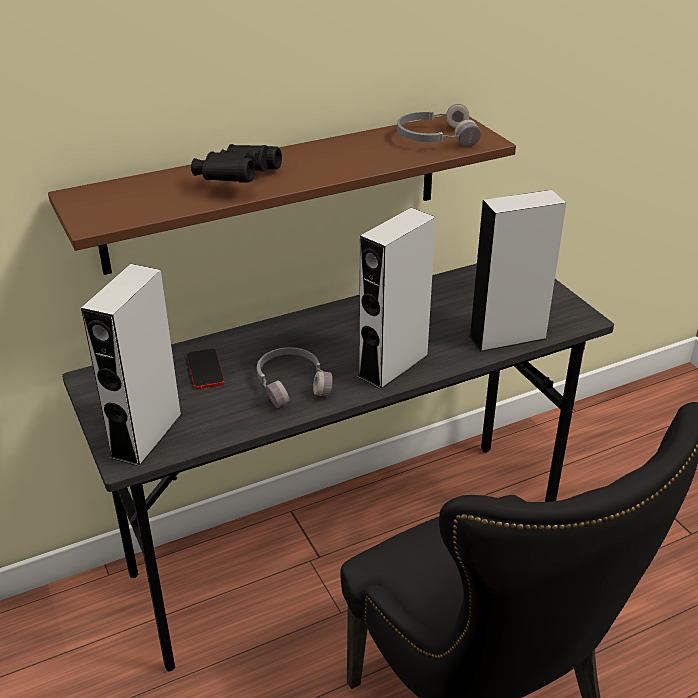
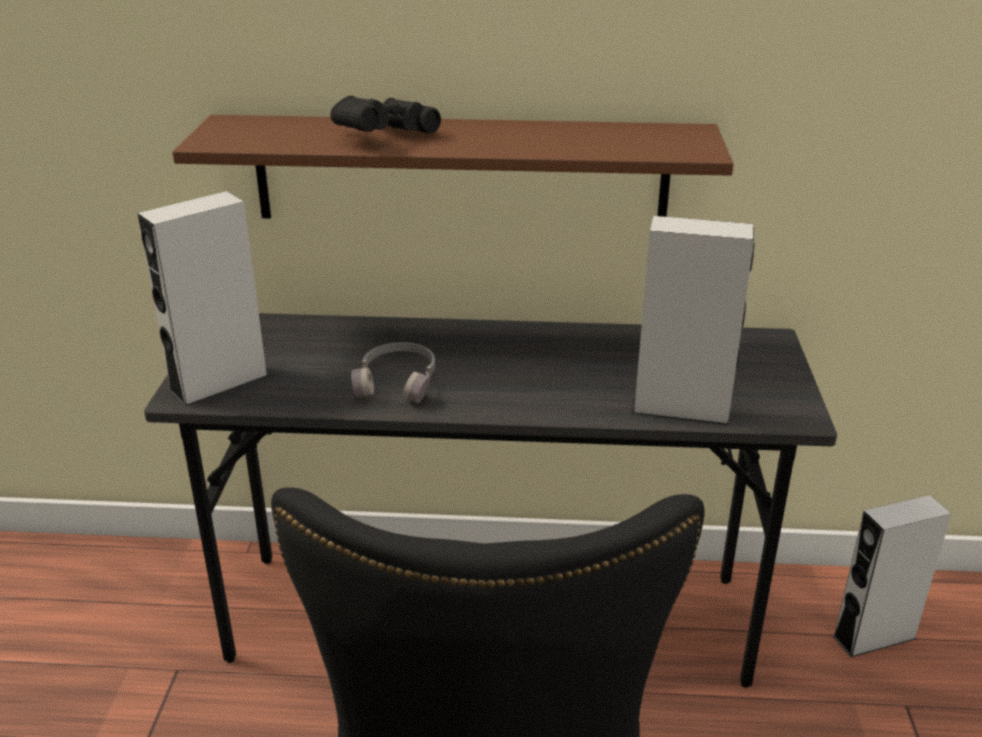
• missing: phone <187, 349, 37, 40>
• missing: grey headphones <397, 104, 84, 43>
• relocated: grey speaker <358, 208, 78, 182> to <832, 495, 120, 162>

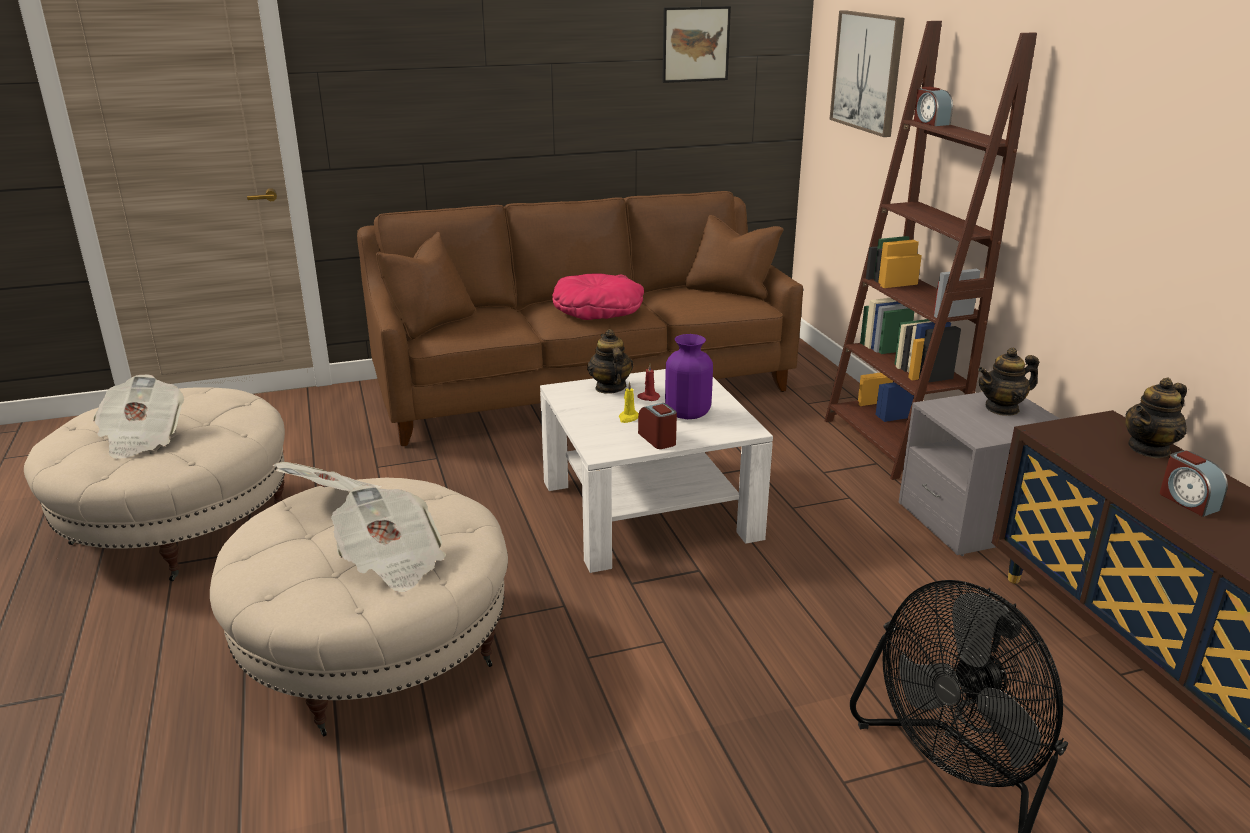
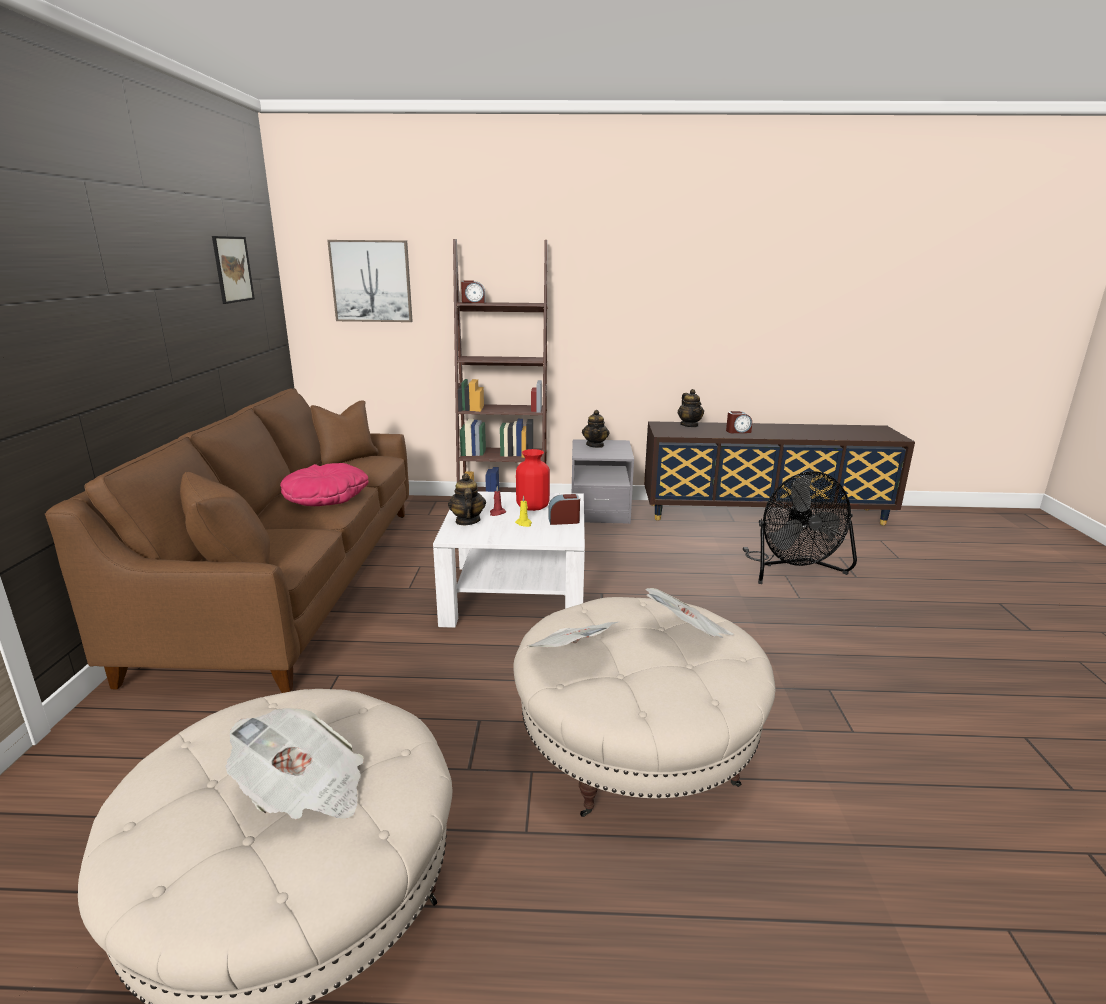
• colour: purple vase <665, 334, 48, 85> to red vase <516, 449, 34, 62>
• spun: teapot <587, 329, 46, 65> = <448, 473, 38, 52> 75 degrees clockwise

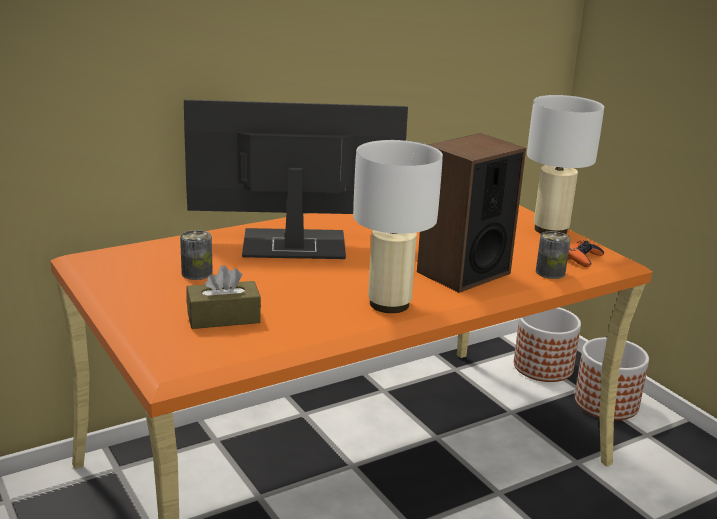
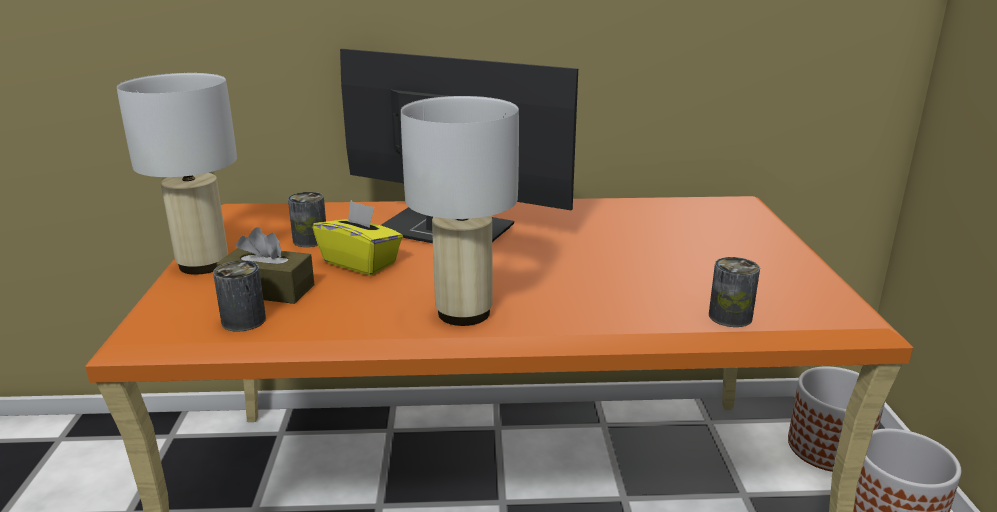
• missing: speaker <417, 133, 109, 160>
• missing: orange game controller <568, 240, 36, 27>
• appeared: can <213, 260, 53, 72>
• appeared: yellow tissue box <313, 200, 90, 75>
• relocated: white table lamp <527, 95, 77, 139> to <117, 73, 120, 202>

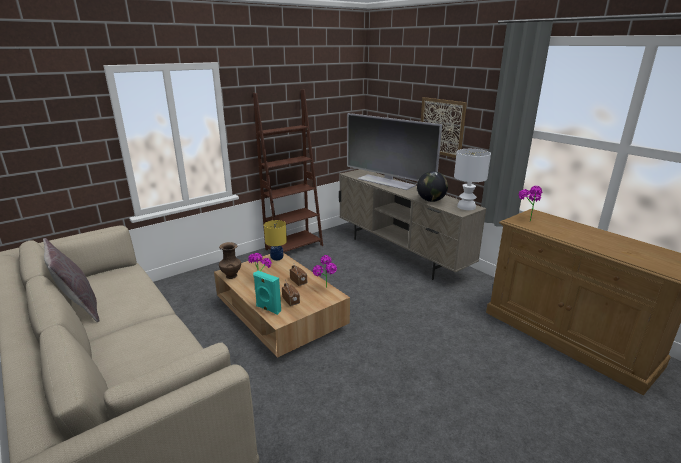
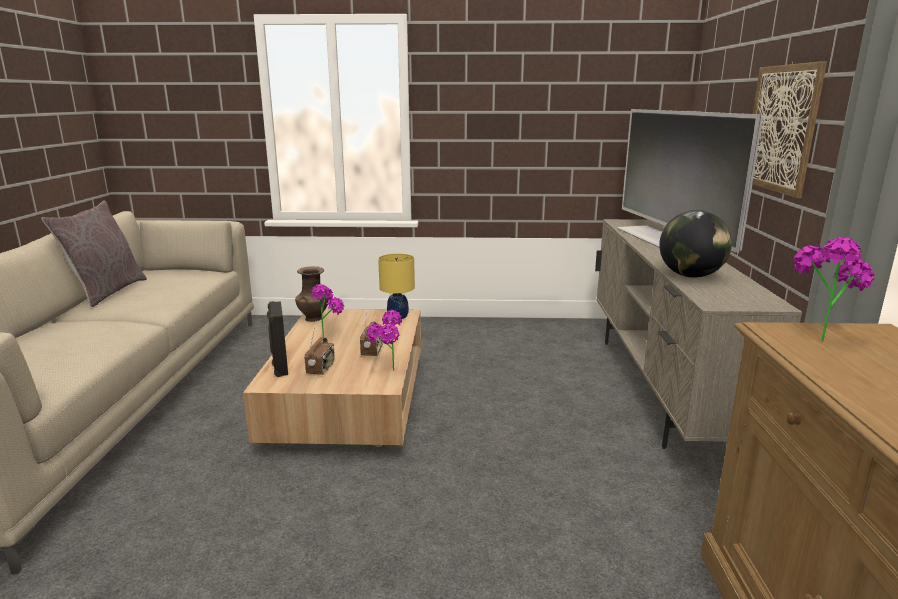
• missing: brown bookcase <253, 89, 70, 164>
• missing: white table lamp <454, 149, 37, 61>
• colour: turquoise speaker <253, 271, 28, 44> to black speaker <267, 301, 21, 76>

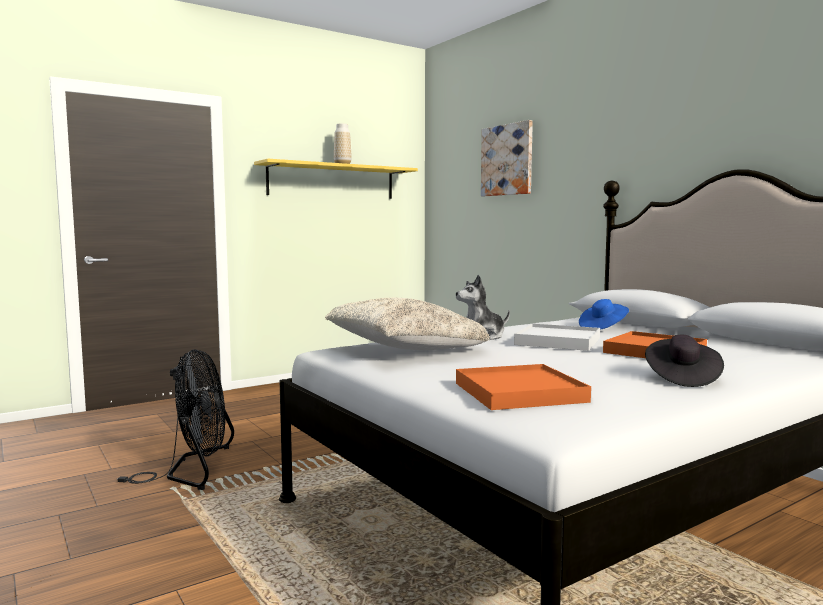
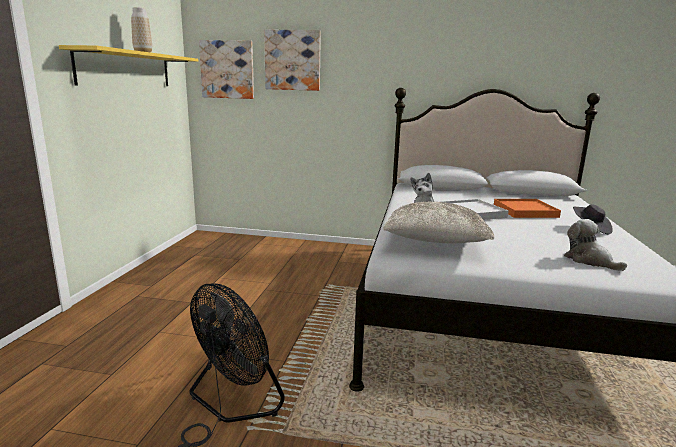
• missing: blue hat <579, 299, 50, 31>
• appeared: picture <199, 40, 55, 59>
• exchanged: orange tray <456, 364, 135, 46> to plush toy <564, 219, 63, 52>

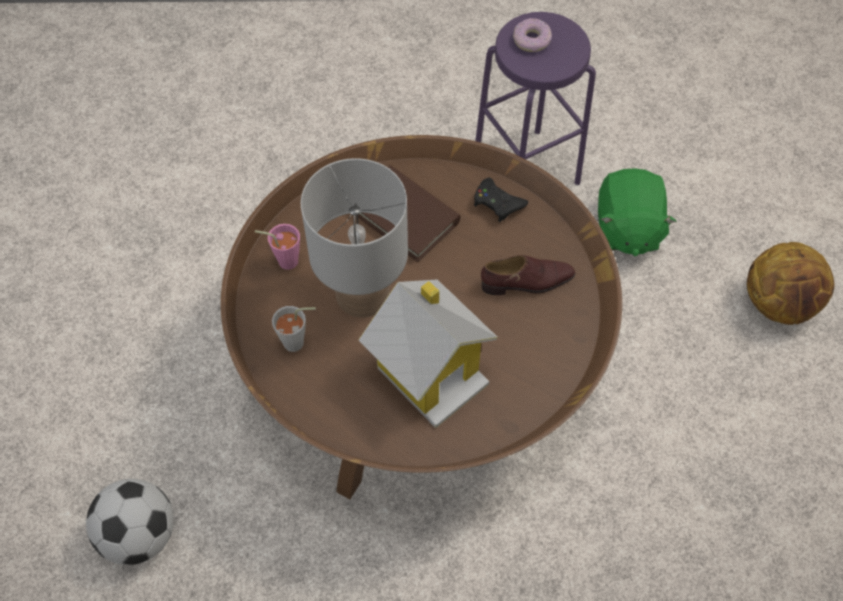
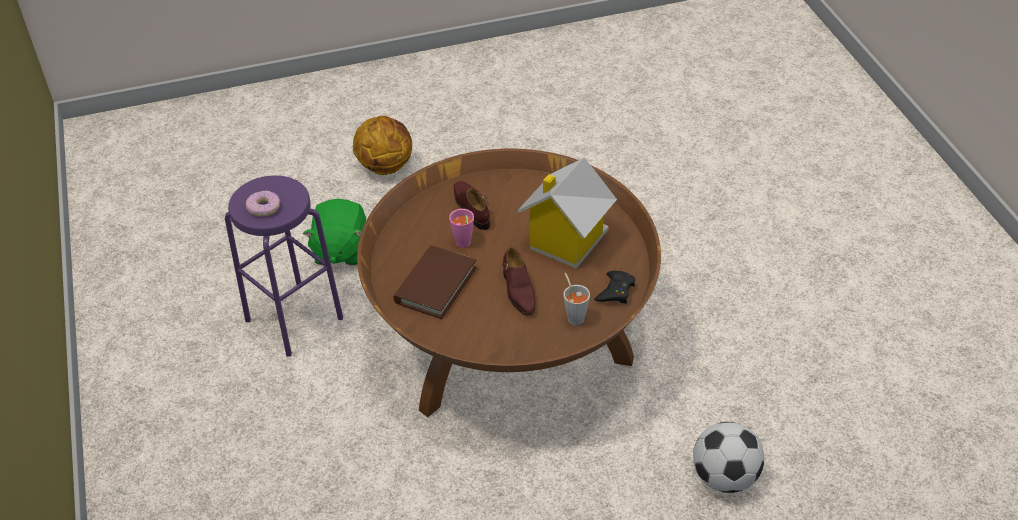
• relocated: pink cup <255, 224, 45, 46> to <449, 209, 25, 39>
• relocated: black game controller <474, 178, 54, 44> to <594, 271, 41, 33>
• exchanged: grey table lamp <301, 158, 107, 159> to brown shoe <502, 247, 34, 69>
• spun: green plush toy <598, 168, 79, 88> = <303, 199, 63, 66> 105 degrees clockwise

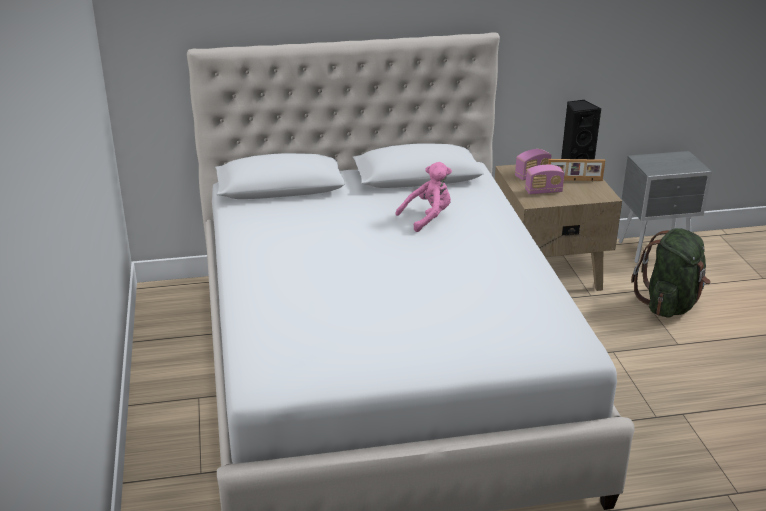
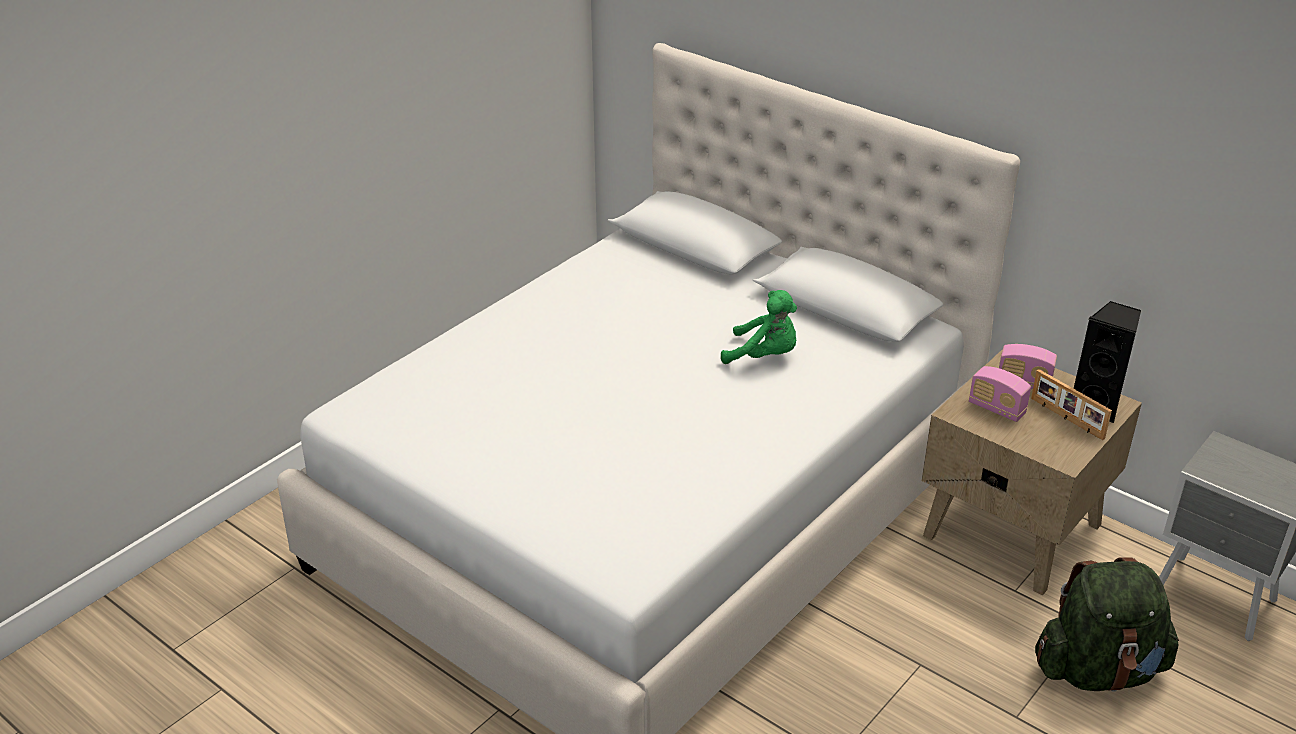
• colour: pink plush toy <396, 162, 56, 70> to green plush toy <721, 290, 76, 74>

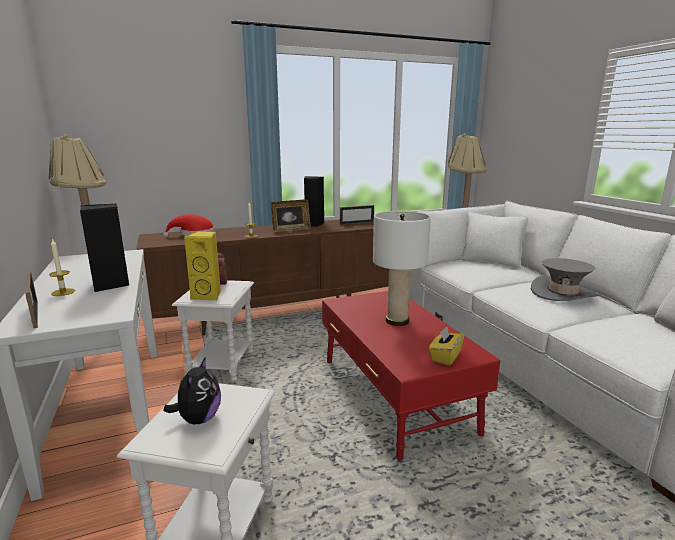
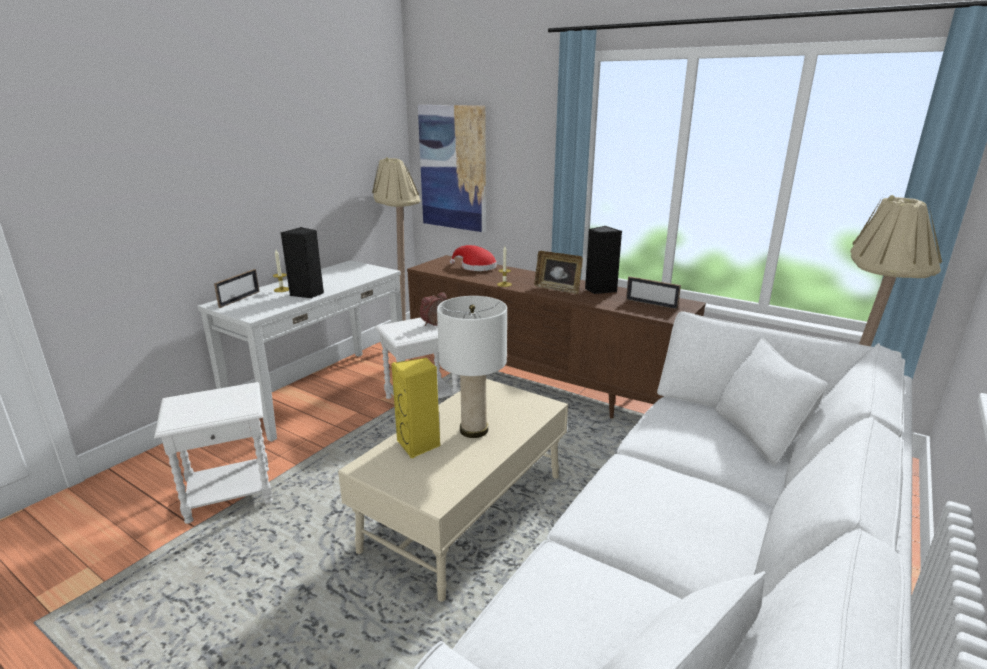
• missing: plush toy <163, 357, 58, 67>
• missing: yellow tissue box <429, 326, 35, 40>
• missing: grey hat <531, 258, 68, 43>
• appeared: picture <418, 105, 68, 127>
• relocated: yellow speaker <184, 231, 37, 69> to <391, 358, 50, 100>
• colour: red coffee table <322, 291, 179, 170> to beige coffee table <338, 379, 230, 223>

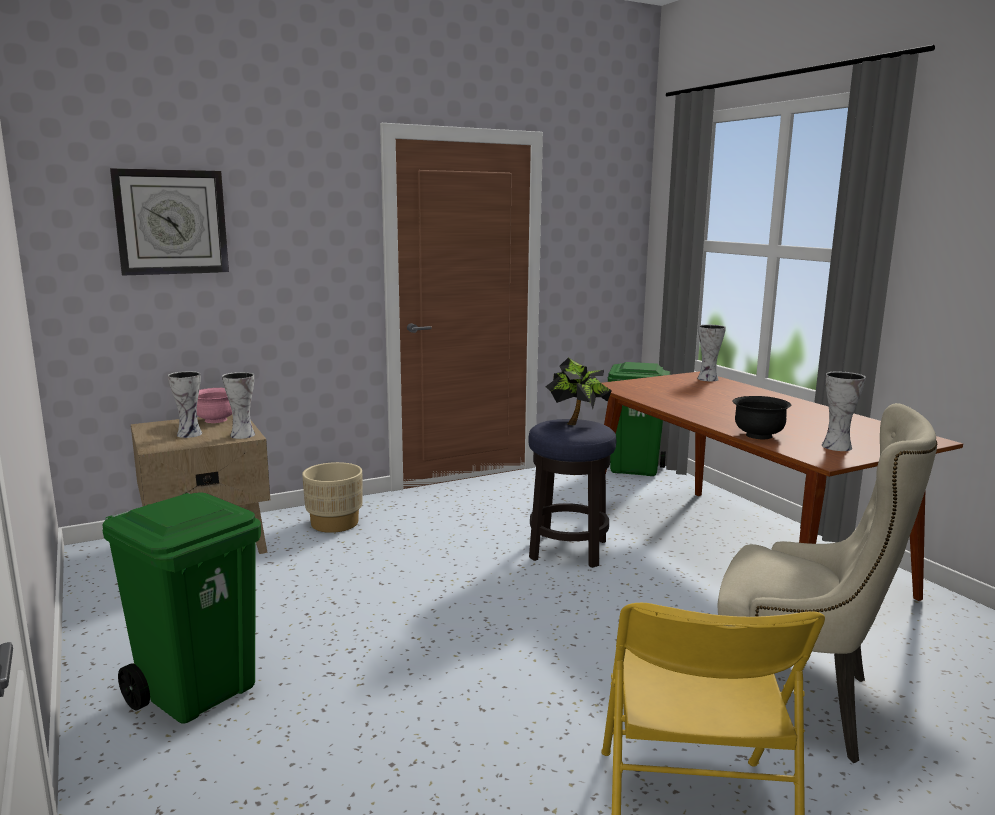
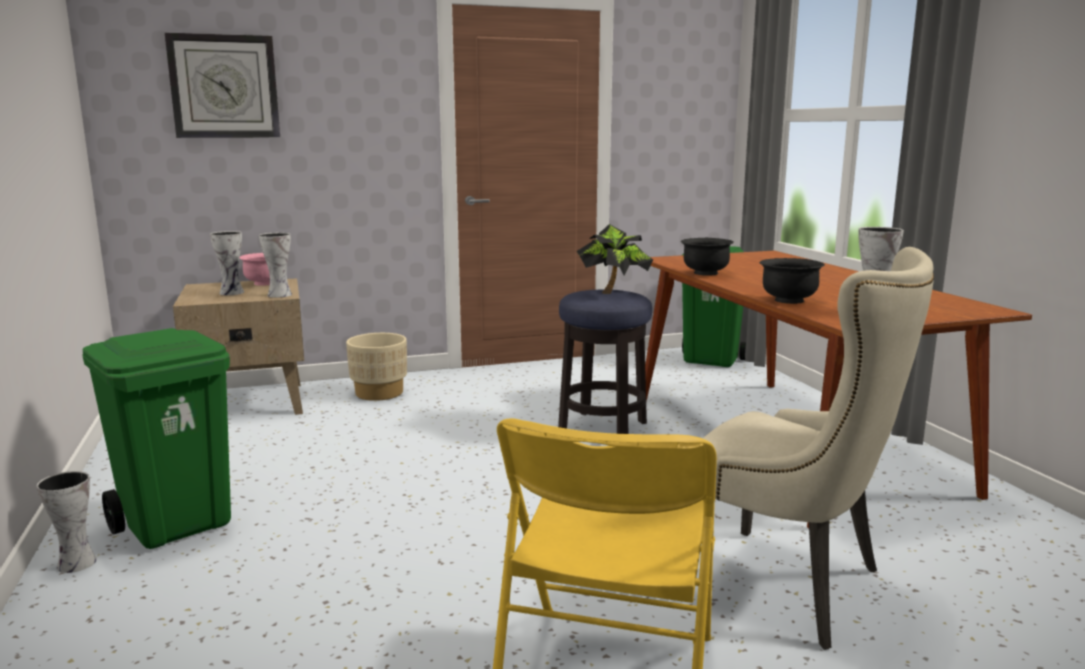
• appeared: black bowl <681, 238, 53, 38>
• relocated: vase <697, 325, 29, 56> to <37, 471, 60, 102>

